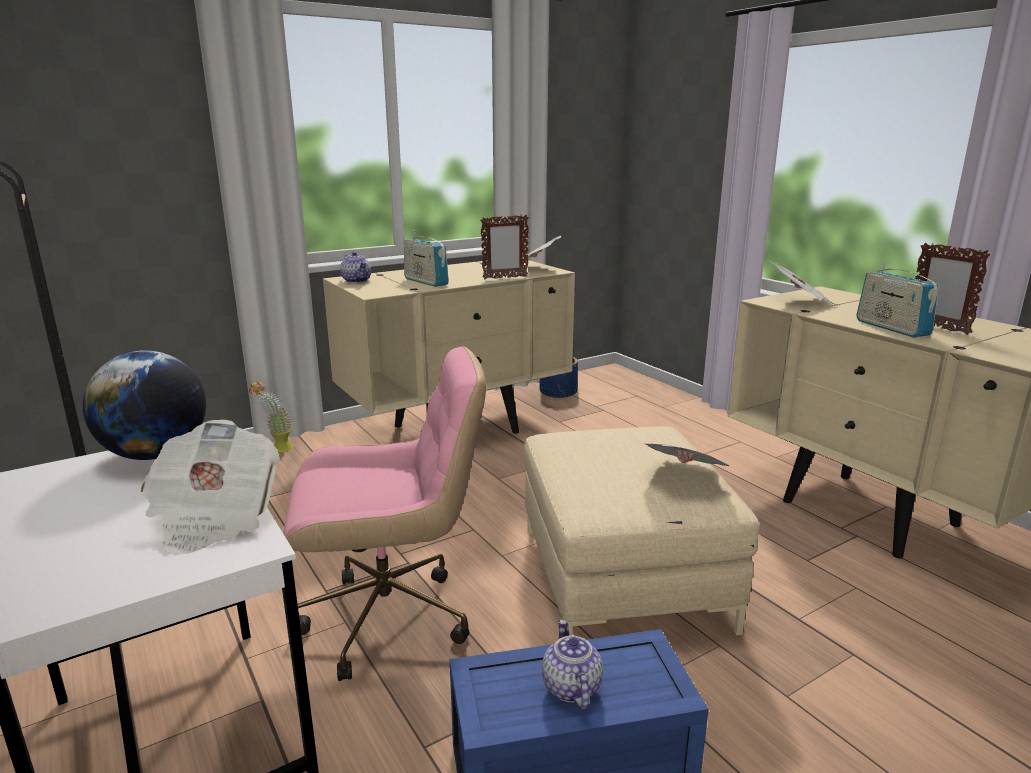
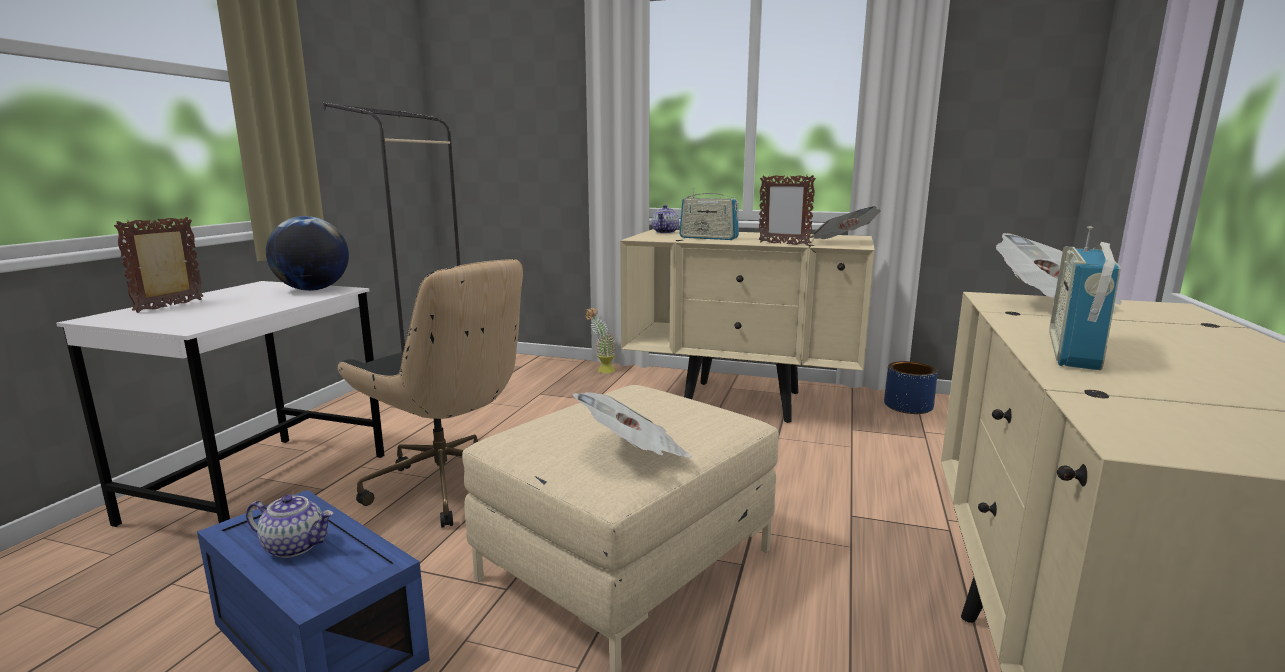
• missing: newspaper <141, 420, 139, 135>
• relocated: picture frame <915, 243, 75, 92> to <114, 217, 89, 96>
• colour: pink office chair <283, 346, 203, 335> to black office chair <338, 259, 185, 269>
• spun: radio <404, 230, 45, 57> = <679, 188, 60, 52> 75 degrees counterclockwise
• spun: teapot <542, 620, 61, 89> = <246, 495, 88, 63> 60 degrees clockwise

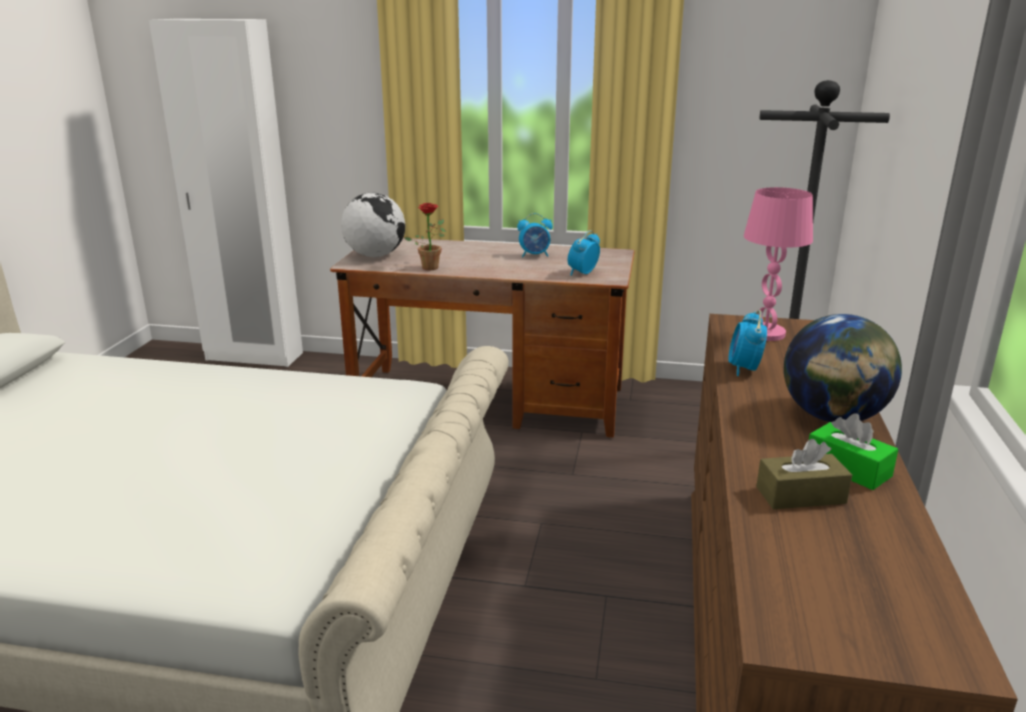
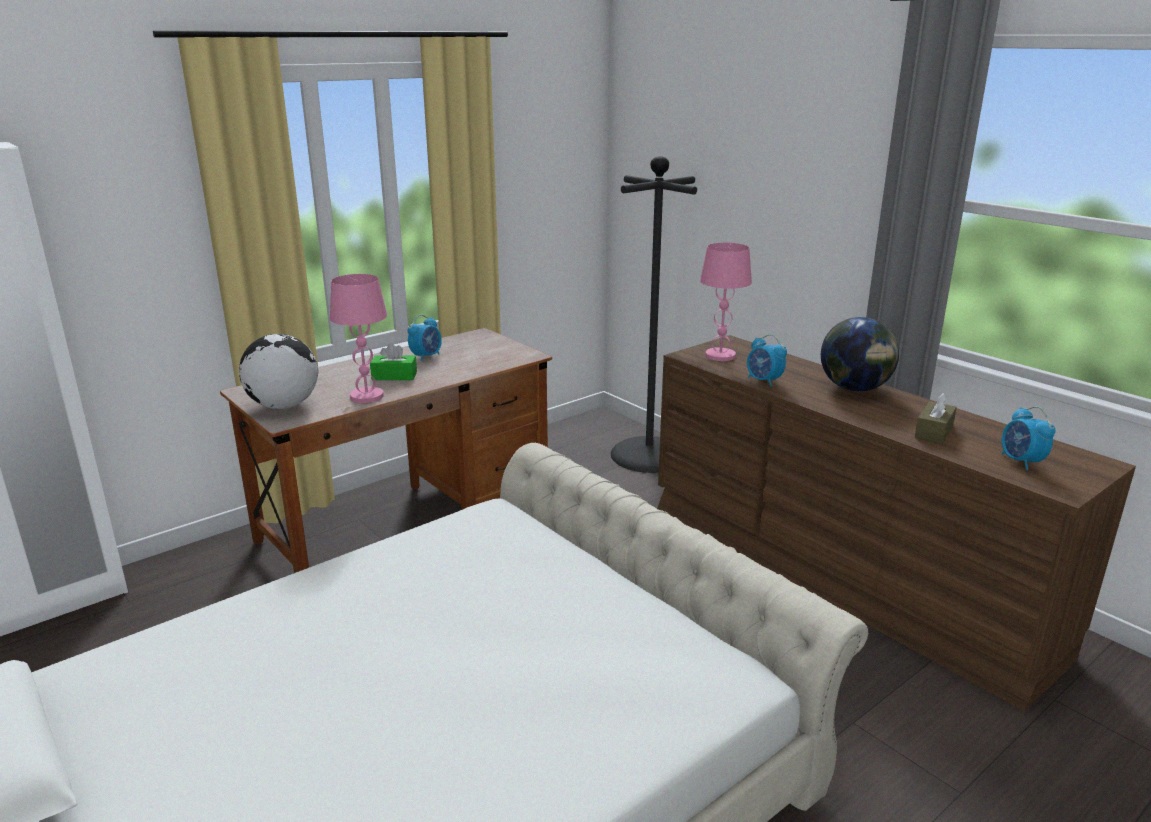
• relocated: alarm clock <568, 230, 32, 46> to <1002, 406, 54, 64>
• relocated: green tissue box <809, 413, 89, 77> to <370, 343, 47, 37>
• exchanged: potted plant <404, 203, 42, 67> to pink table lamp <330, 274, 57, 129>

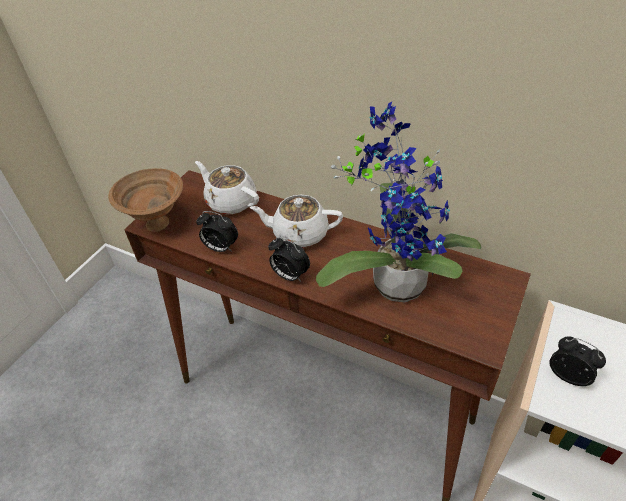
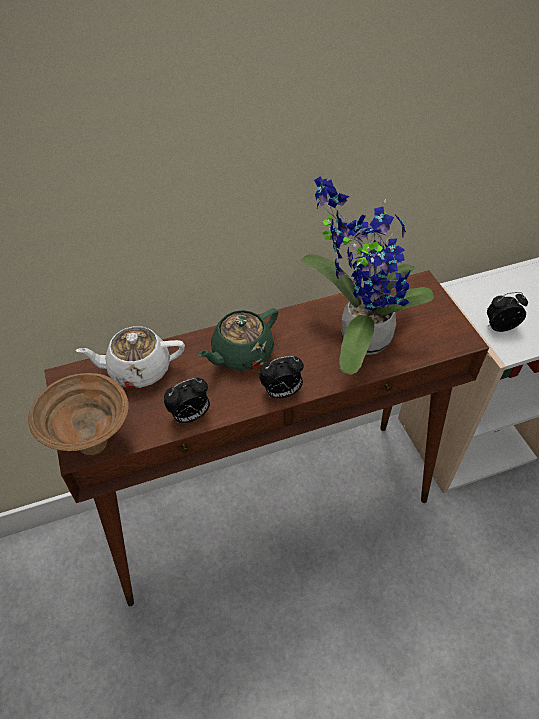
• colour: white teapot <250, 195, 93, 53> to green teapot <198, 308, 80, 63>

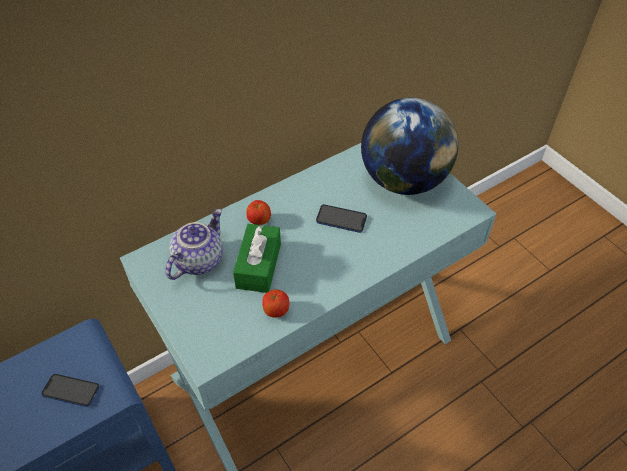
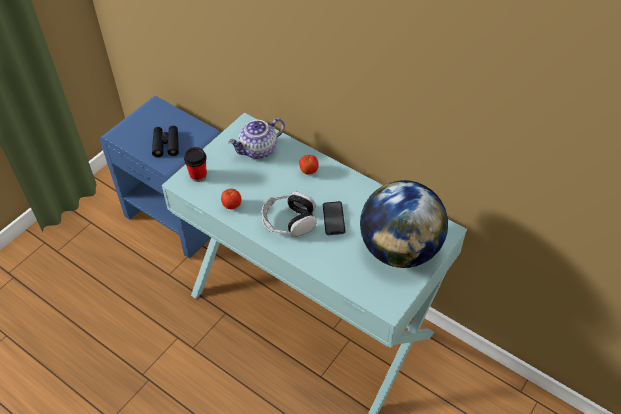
• missing: green tissue box <233, 224, 48, 69>
• appeared: cup <184, 147, 23, 35>
• appeared: headphones <261, 191, 56, 46>
• exchanged: phone <41, 374, 59, 33> to black binoculars <152, 126, 27, 31>
• spun: teapot <165, 209, 58, 71> = <228, 118, 57, 41> 135 degrees clockwise

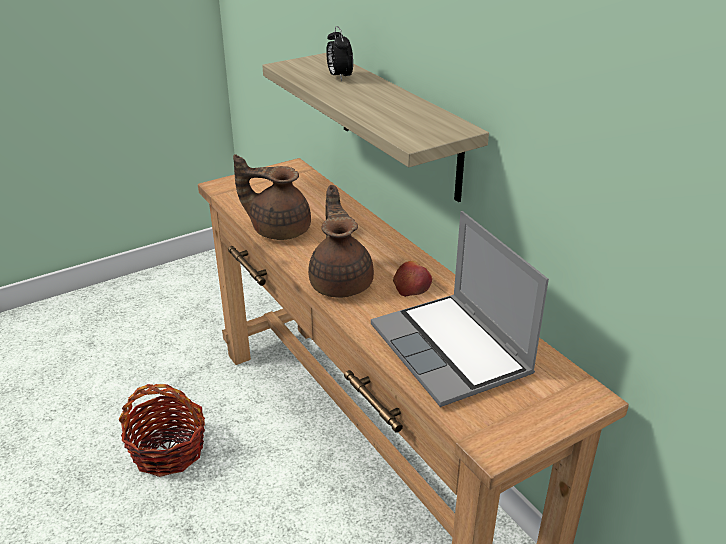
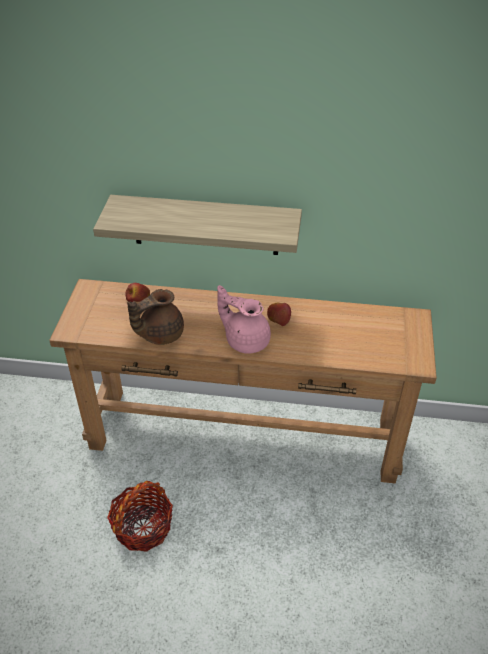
• missing: alarm clock <326, 26, 27, 55>
• missing: laptop <371, 211, 178, 196>
• appeared: apple <125, 283, 25, 19>
• colour: brown teapot <308, 185, 66, 113> to pink teapot <217, 285, 54, 69>

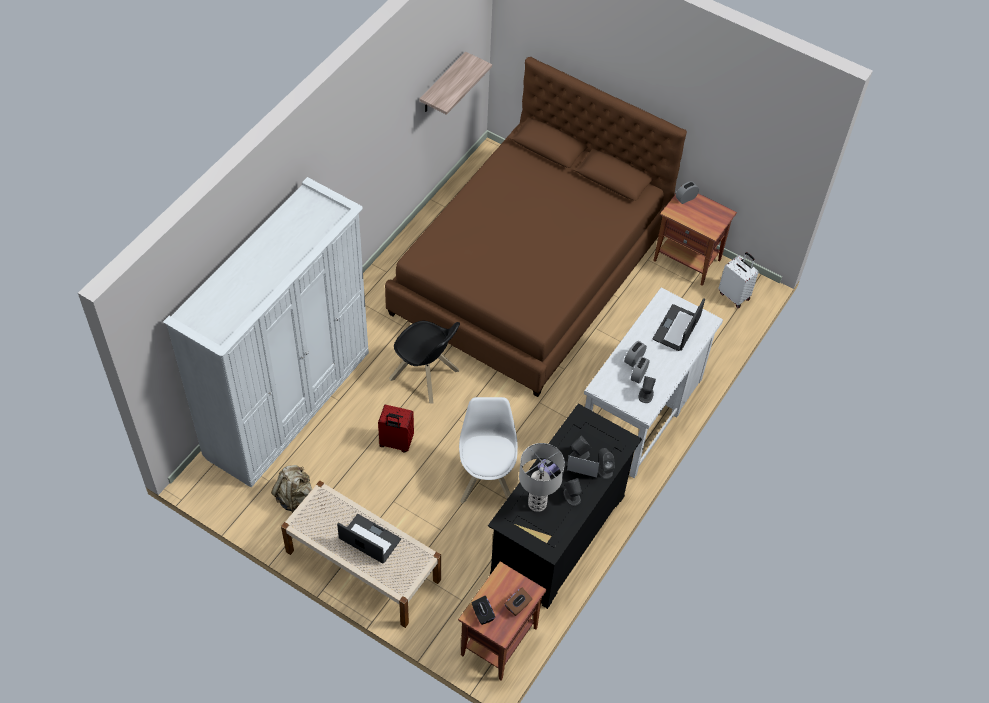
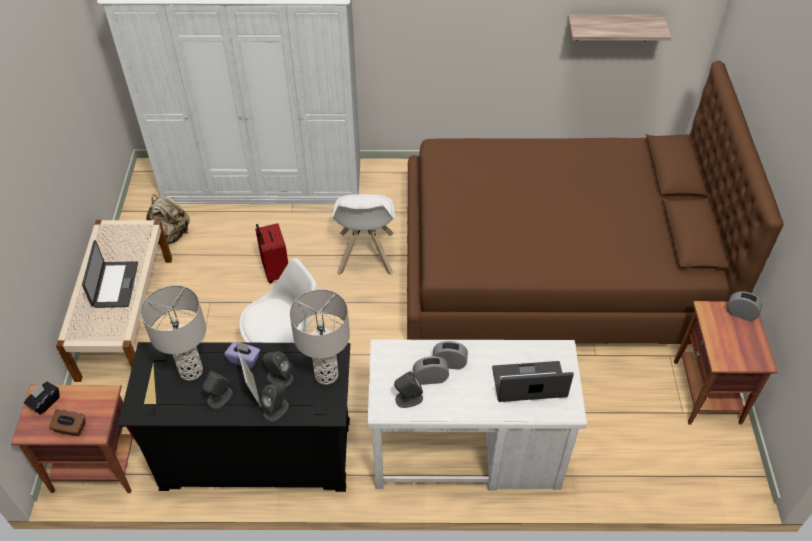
• missing: white suitcase <718, 252, 41, 56>
• appeared: white table lamp <290, 289, 60, 96>
• colour: black chair <389, 321, 71, 83> to white chair <332, 194, 63, 81>

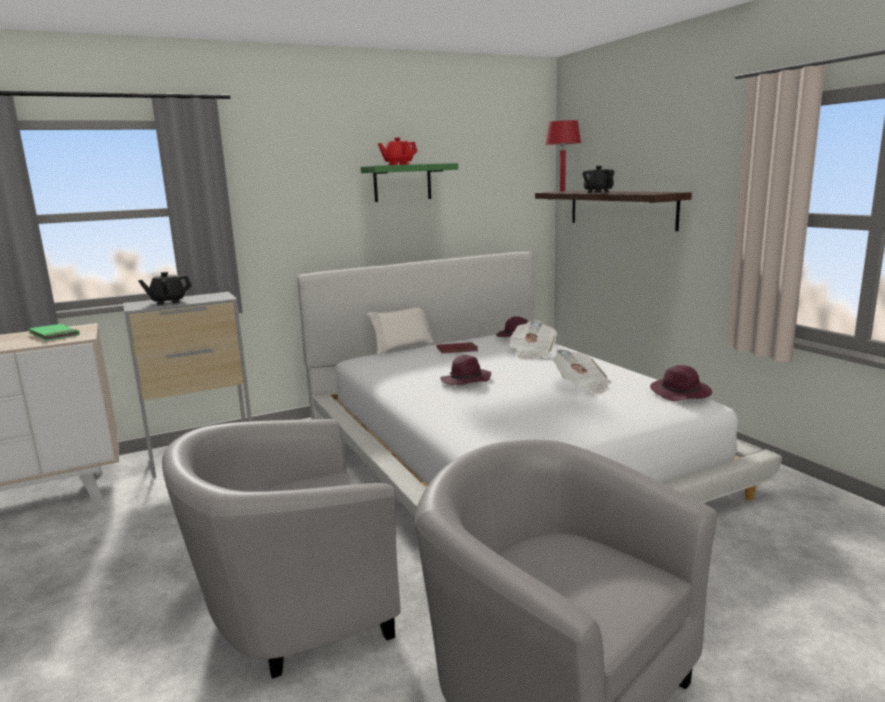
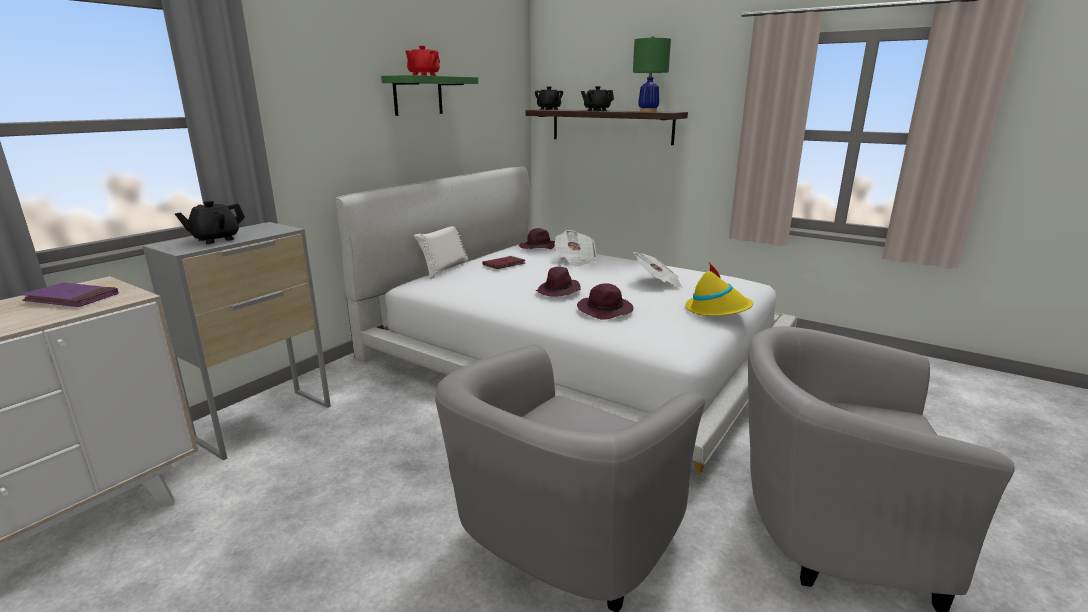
• appeared: green table lamp <633, 36, 38, 76>
• appeared: yellow hat <685, 261, 68, 55>
• relocated: purple hat <650, 365, 62, 36> to <577, 283, 57, 37>
• exchanged: red table lamp <546, 120, 35, 72> to black teapot <535, 87, 28, 23>
• colour: green book <28, 324, 52, 17> to purple book <20, 283, 98, 24>

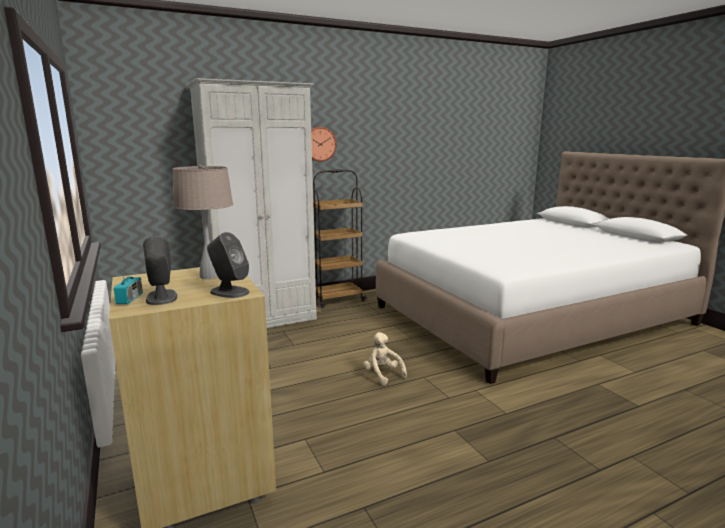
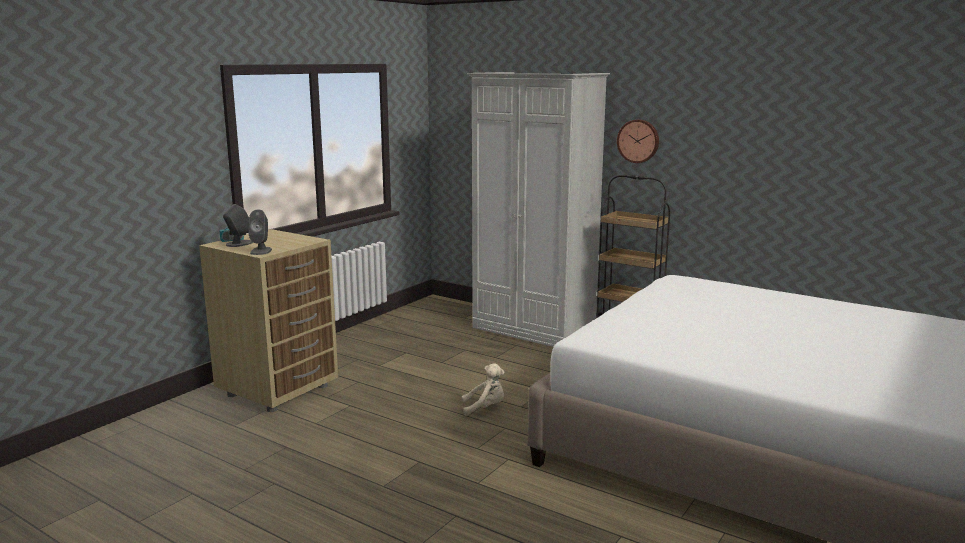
• missing: beige table lamp <173, 165, 60, 114>
• spun: beige plush toy <363, 332, 44, 53> = <461, 363, 43, 53> 60 degrees clockwise

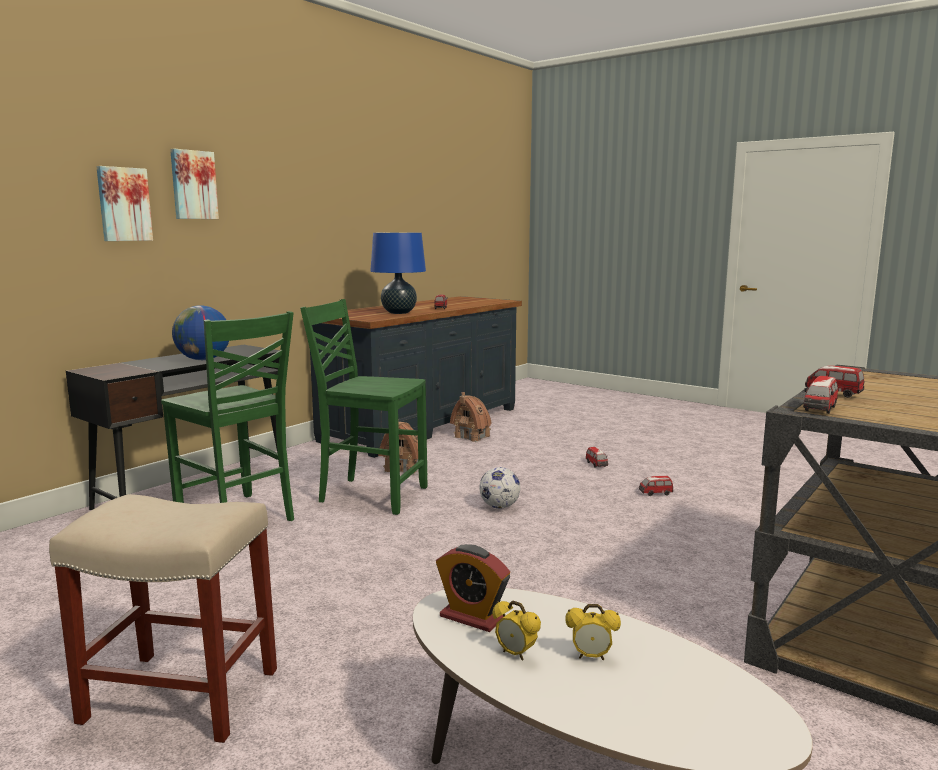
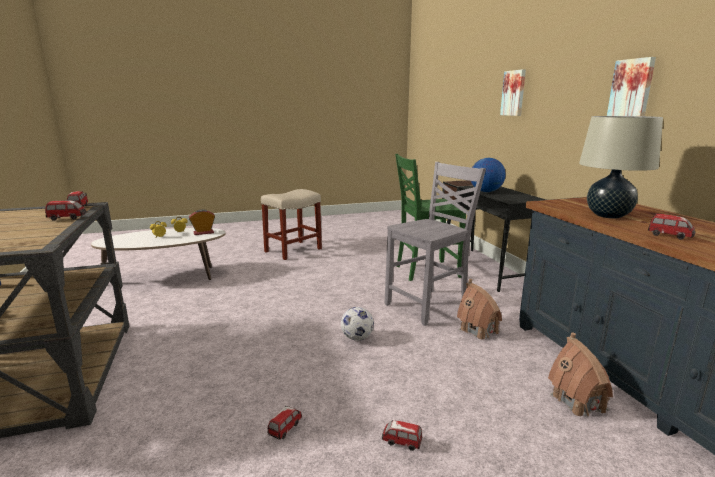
• relocated: picture <170, 149, 49, 70> to <607, 57, 49, 59>
• colour: green chair <300, 299, 128, 216> to grey chair <385, 162, 101, 164>
• colour: blue table lamp <370, 233, 56, 81> to beige table lamp <579, 116, 84, 103>

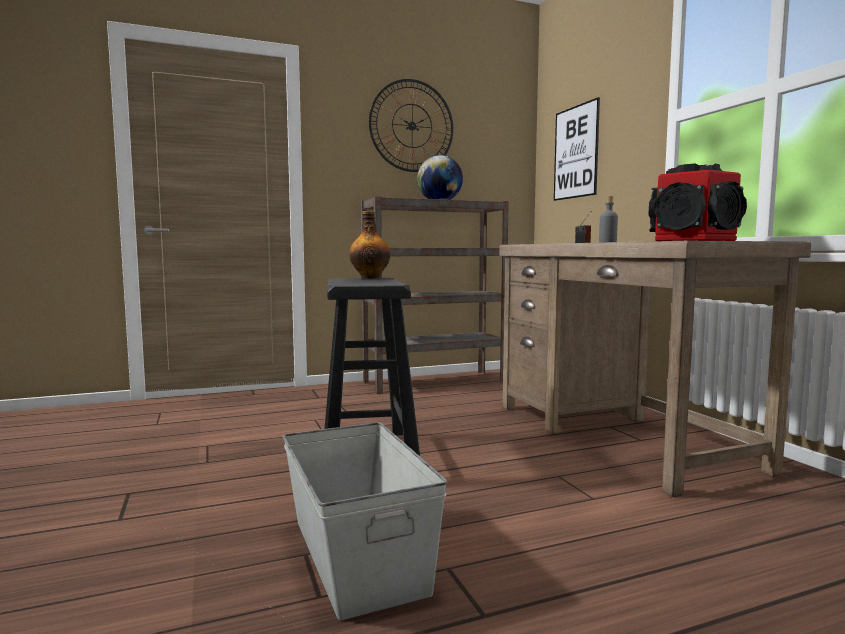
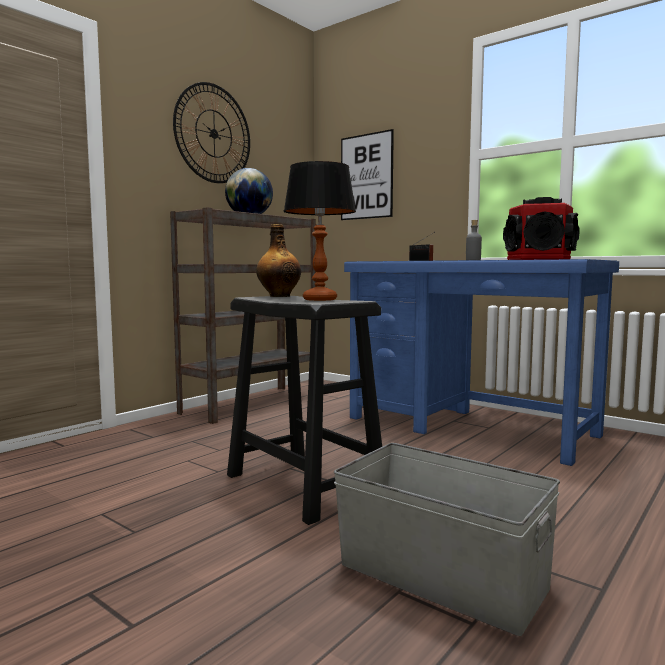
• appeared: table lamp <284, 161, 72, 140>
• colour: brown desk <499, 241, 312, 256> to blue desk <344, 259, 275, 207>

